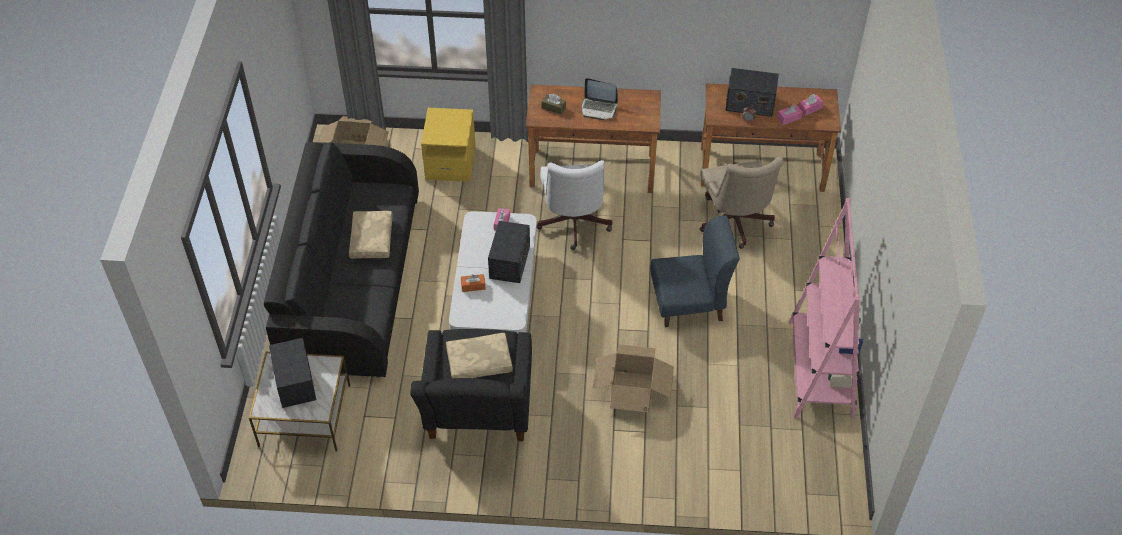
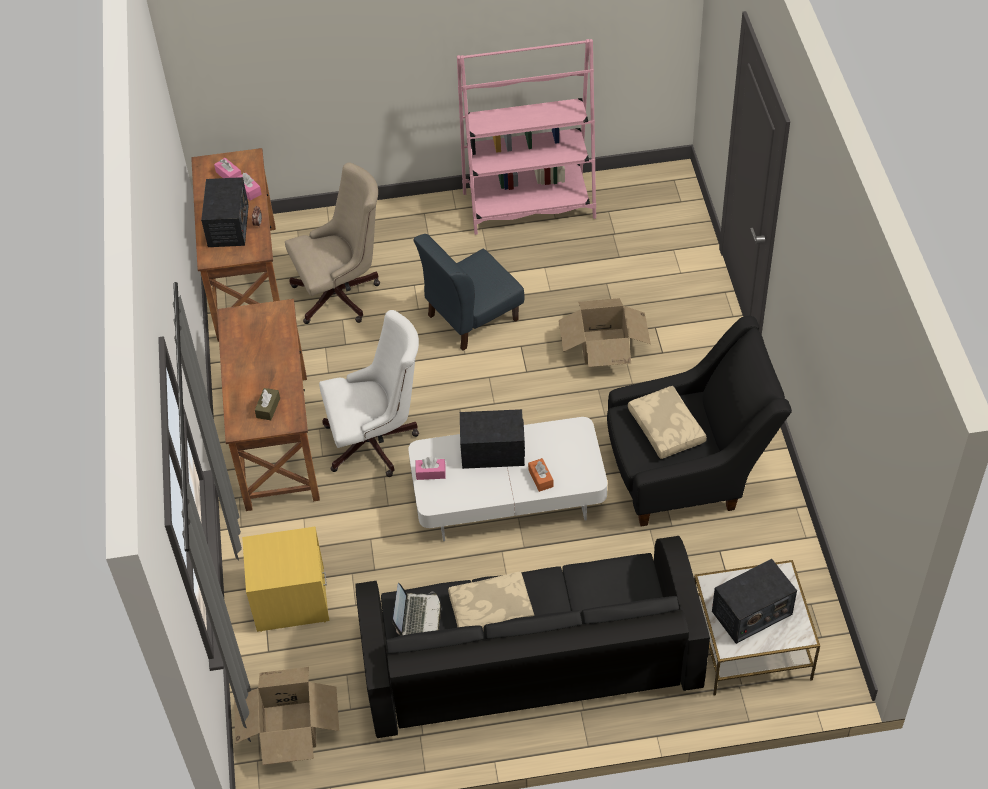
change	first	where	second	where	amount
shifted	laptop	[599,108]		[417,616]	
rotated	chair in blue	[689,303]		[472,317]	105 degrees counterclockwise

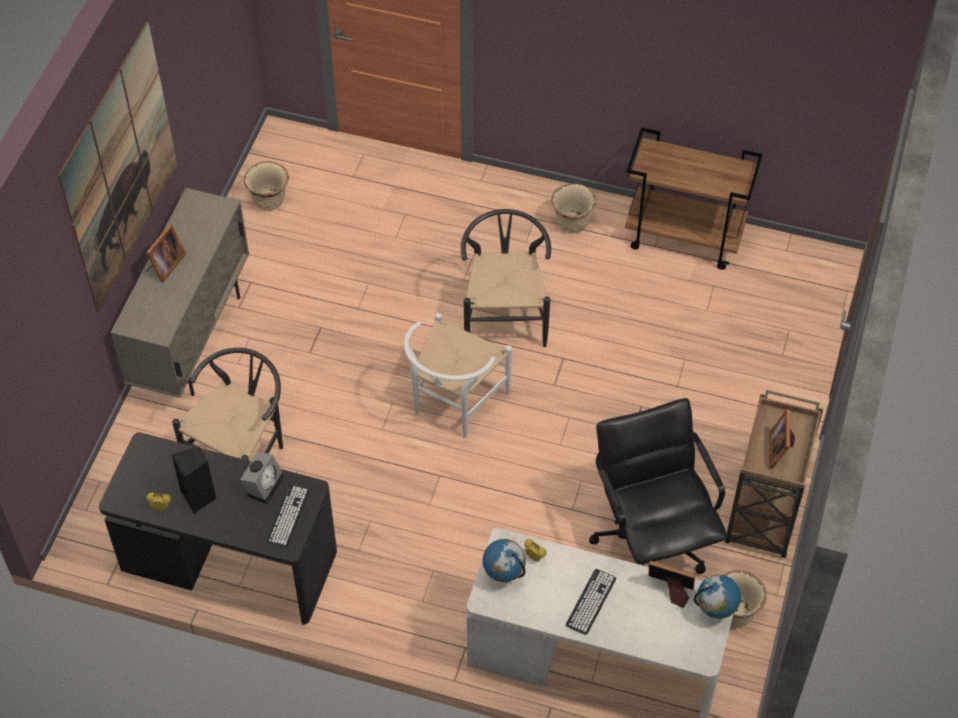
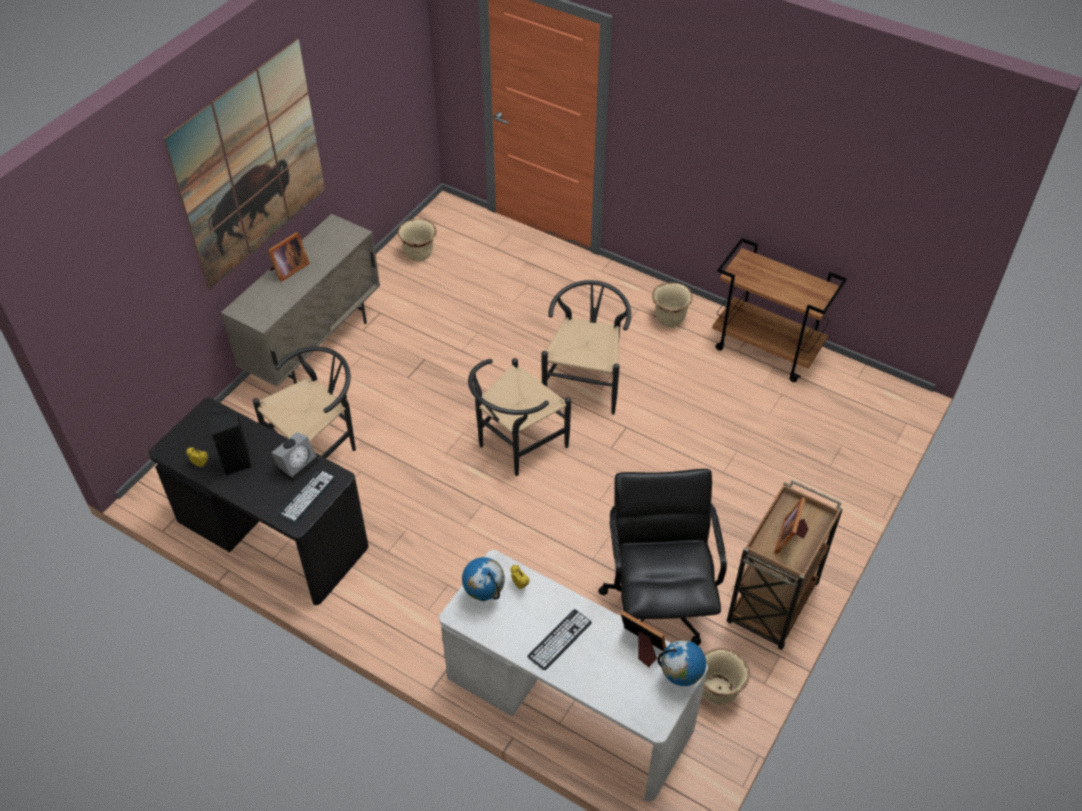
change	first	where	second	where	amount
repainted	chair in white	[453,406]	chair in black	[515,446]	

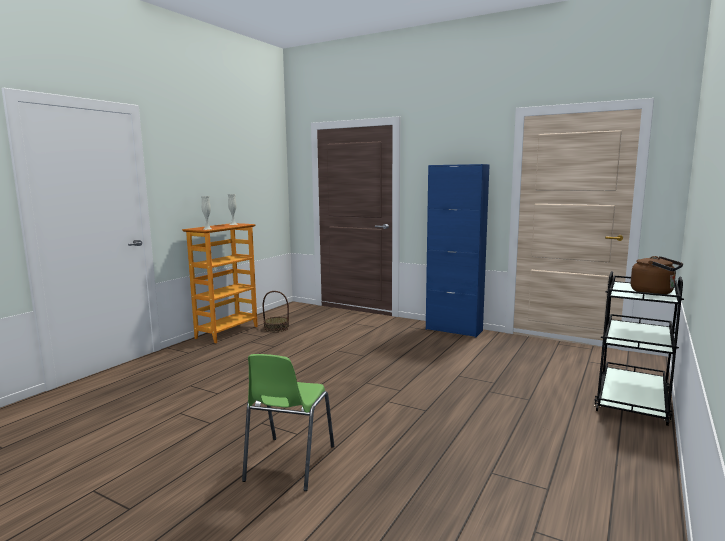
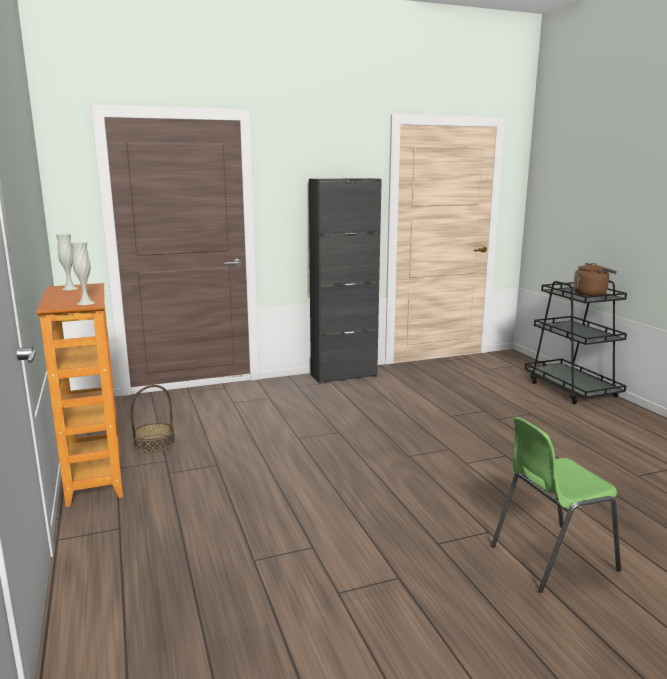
change	first	where	second	where	amount
rotated	chair in green	[288,463]		[551,557]	105 degrees clockwise
repainted	cabinet in blue	[454,330]	cabinet in black	[343,375]	

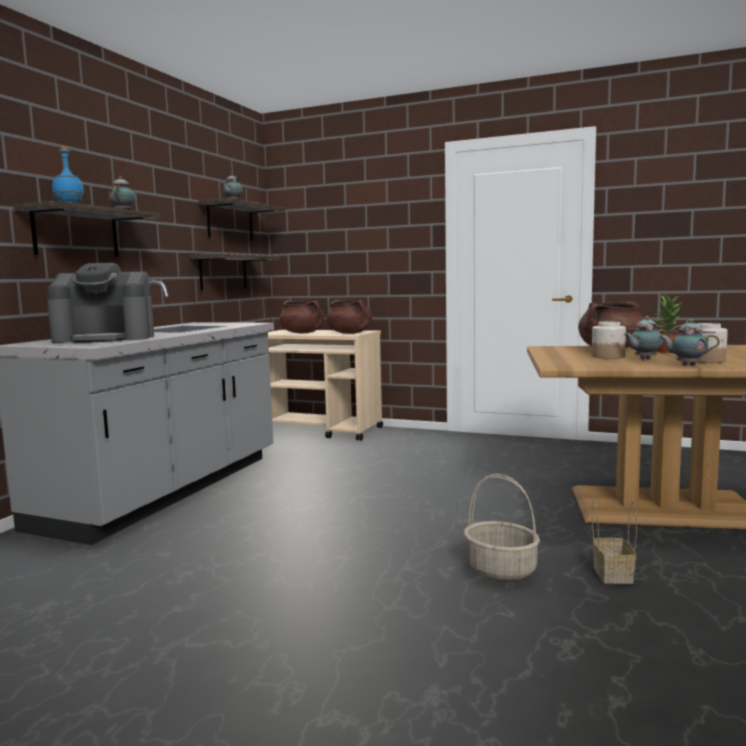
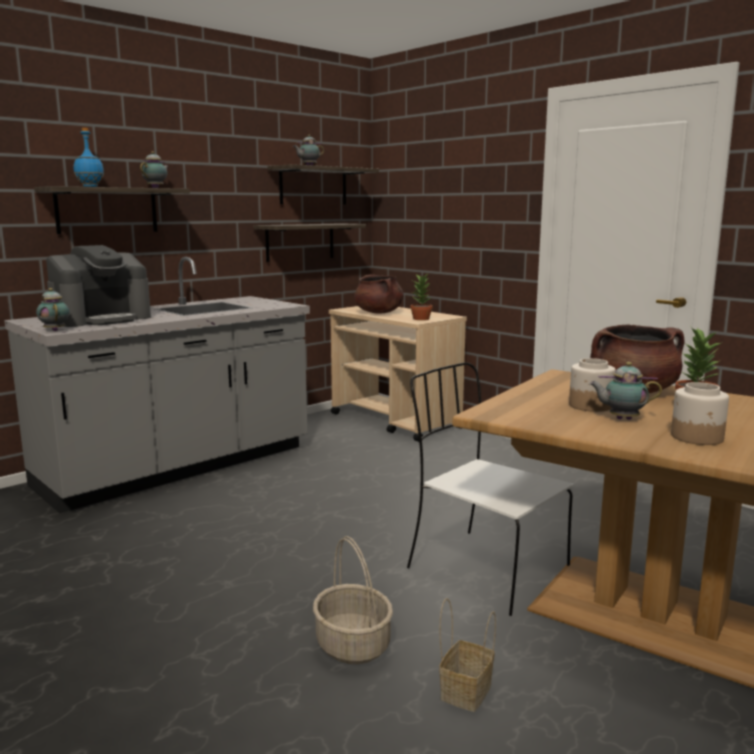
change	first	where	second	where	amount
rotated	coffee machine	[106,338]		[102,319]	60 degrees counterclockwise
swapped	cooking pot in brown	[350,333]	potted plant	[421,319]	
shifted	teapot	[686,365]		[55,330]	
new			chair in white	[484,569]	

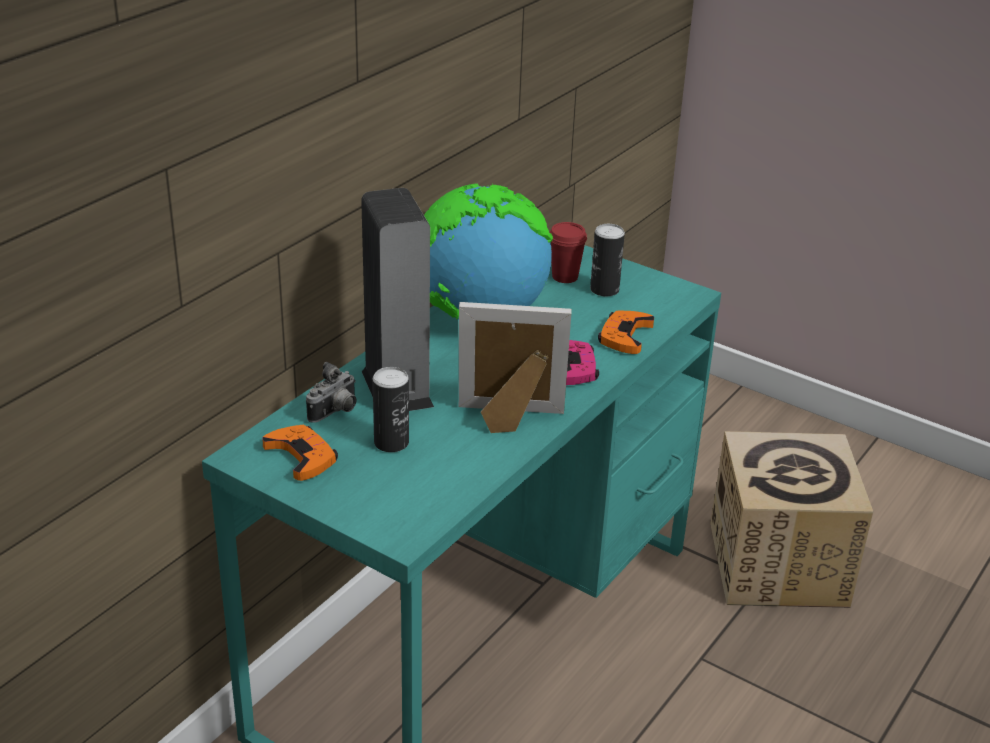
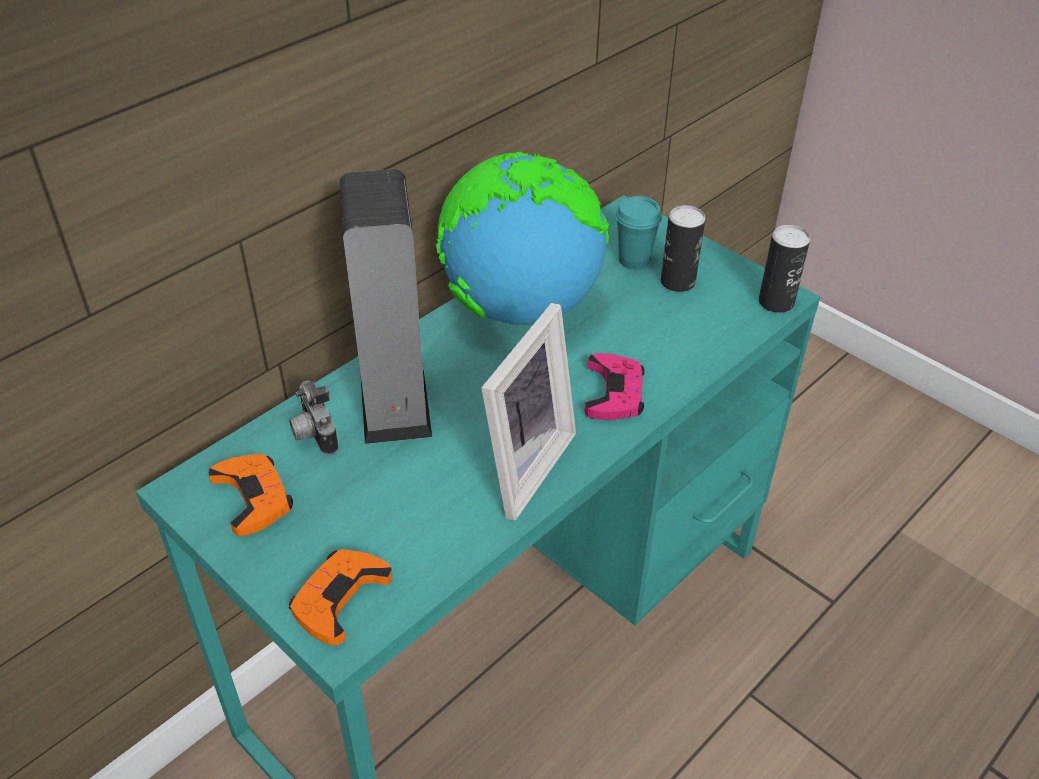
change	first	where	second	where	amount
rotated	photo camera	[336,412]		[313,434]	105 degrees clockwise
shifted	can	[391,442]		[776,302]	
rotated	picture frame	[510,420]		[519,465]	105 degrees clockwise
repainted	cup in red	[565,277]	cup in turquoise	[634,260]	
shifted	game controller in orange	[624,336]		[339,598]	
gone	cardboard box	[777,564]			

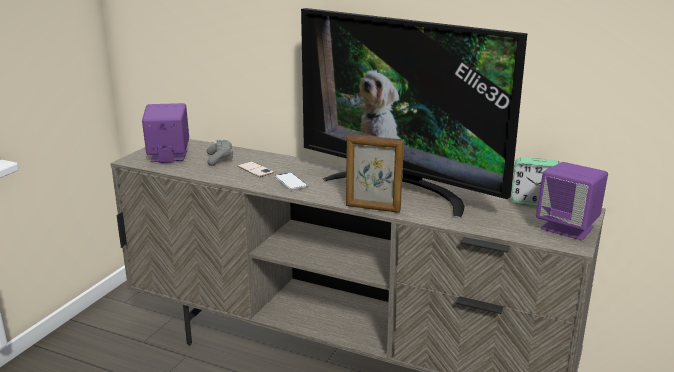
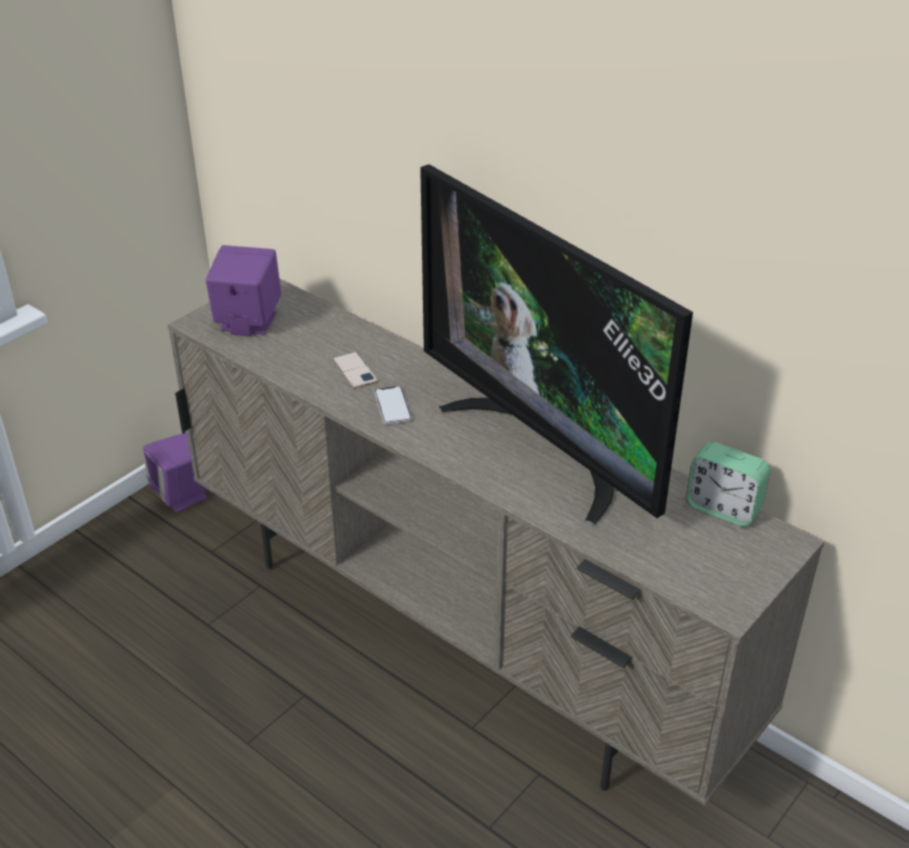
change	first	where	second	where	amount
gone	game controller in grey	[220,159]			
gone	picture frame	[373,208]			
shifted	speaker in purple	[568,228]		[183,495]	

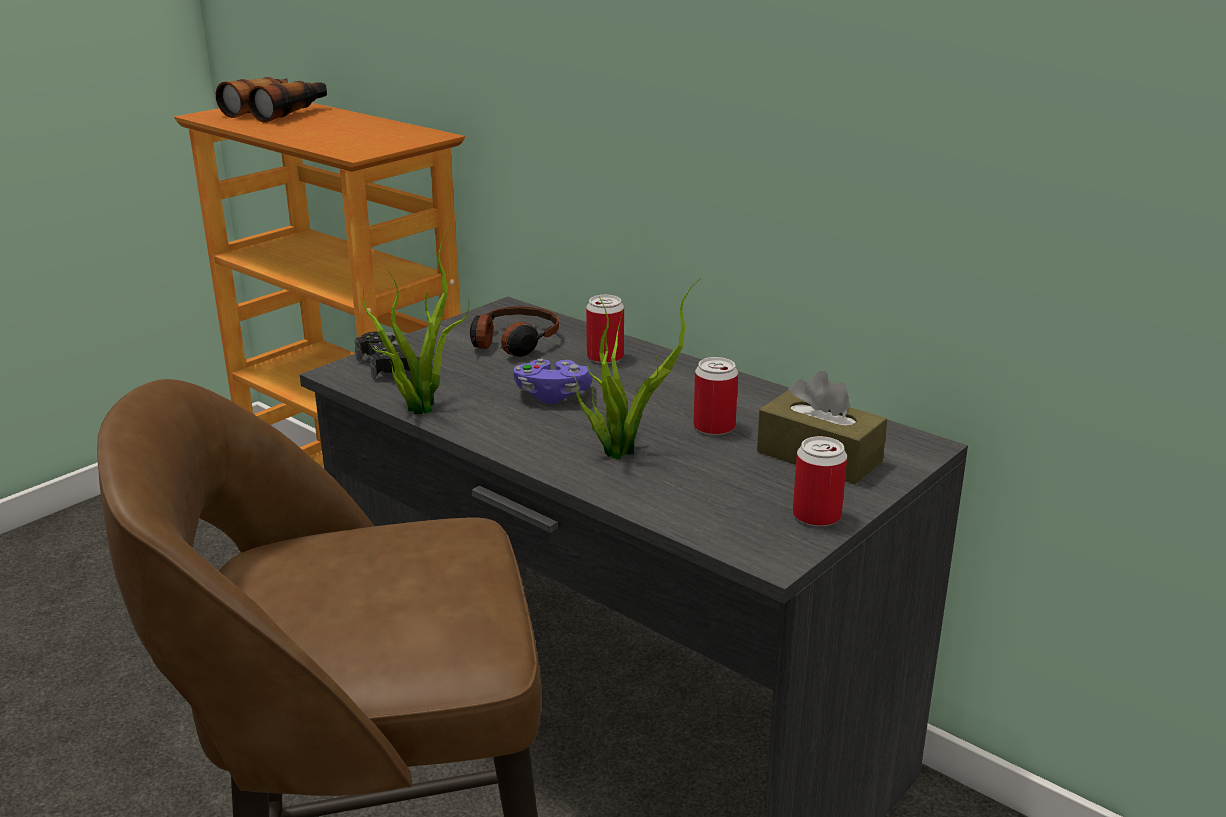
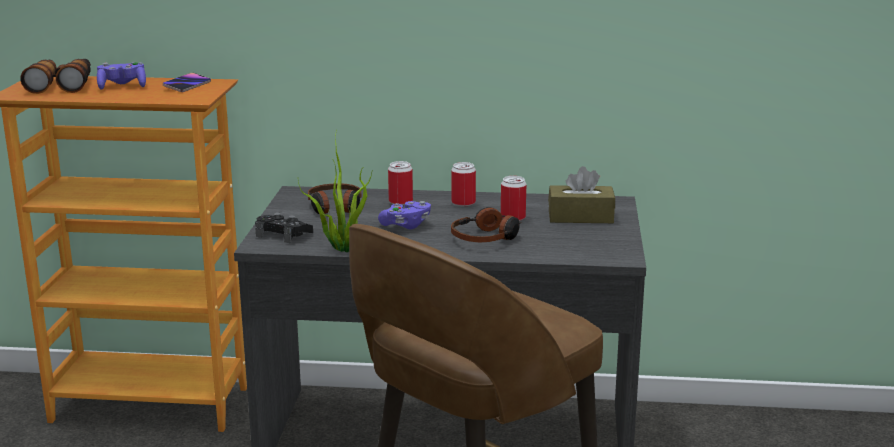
change	first	where	second	where	amount
swapped	potted plant	[623,449]	headphones	[486,238]	
shifted	can	[816,516]		[463,203]	
new			game controller in purple	[122,86]	
new			phone	[187,85]	

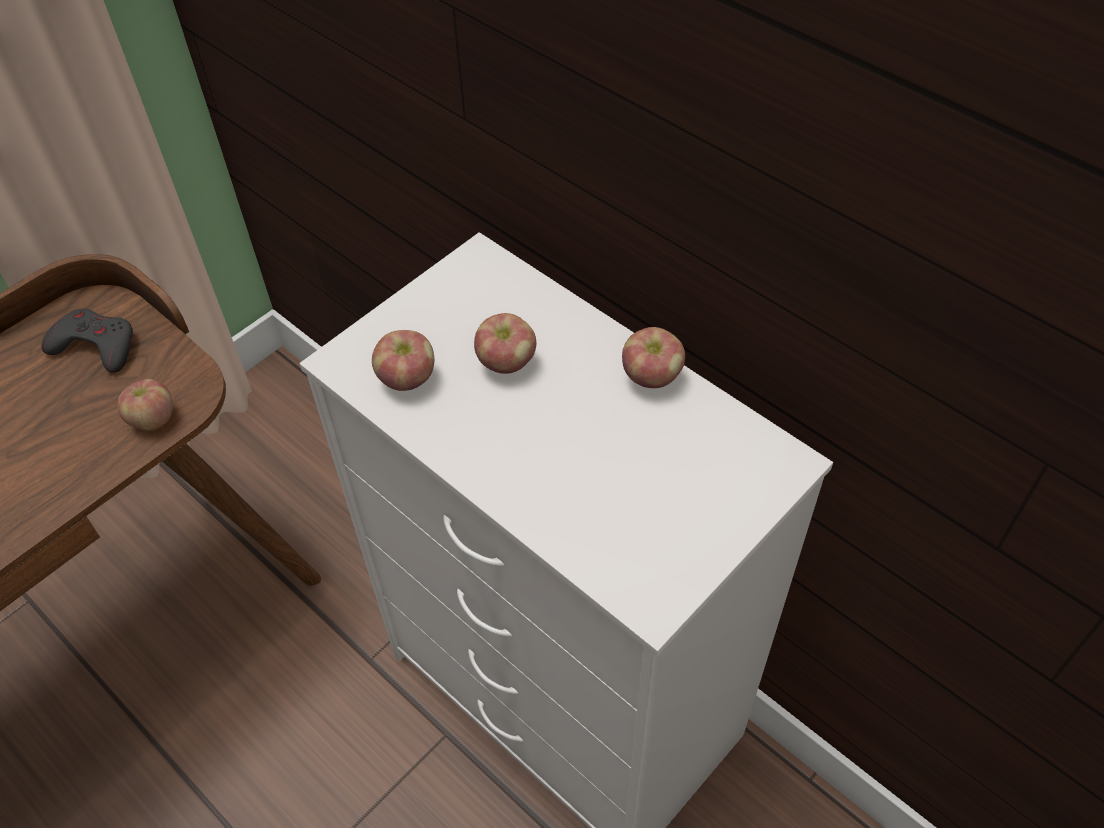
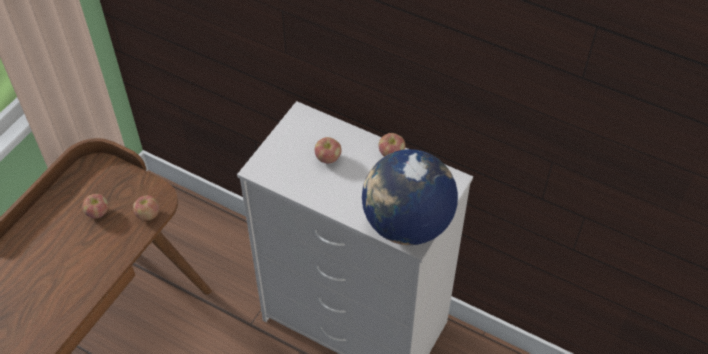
change	first	where	second	where	amount
gone	game controller in grey	[95,345]			
shifted	apple	[407,379]		[98,213]	
new			globe	[406,224]	

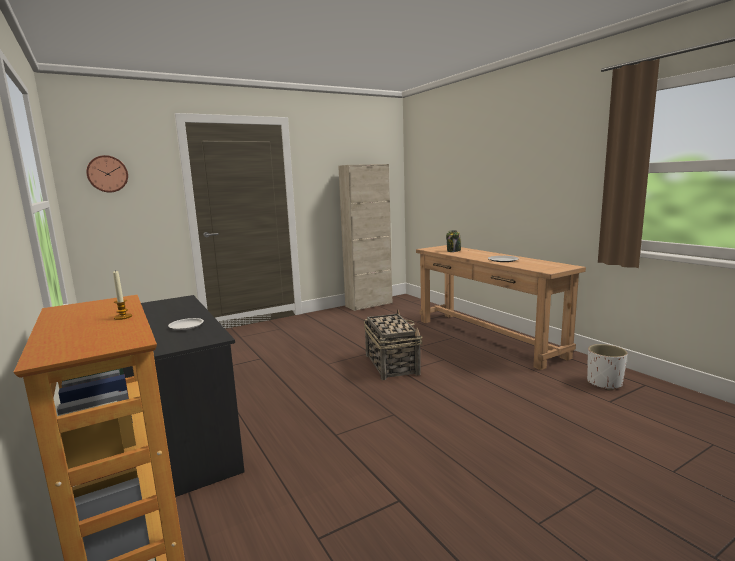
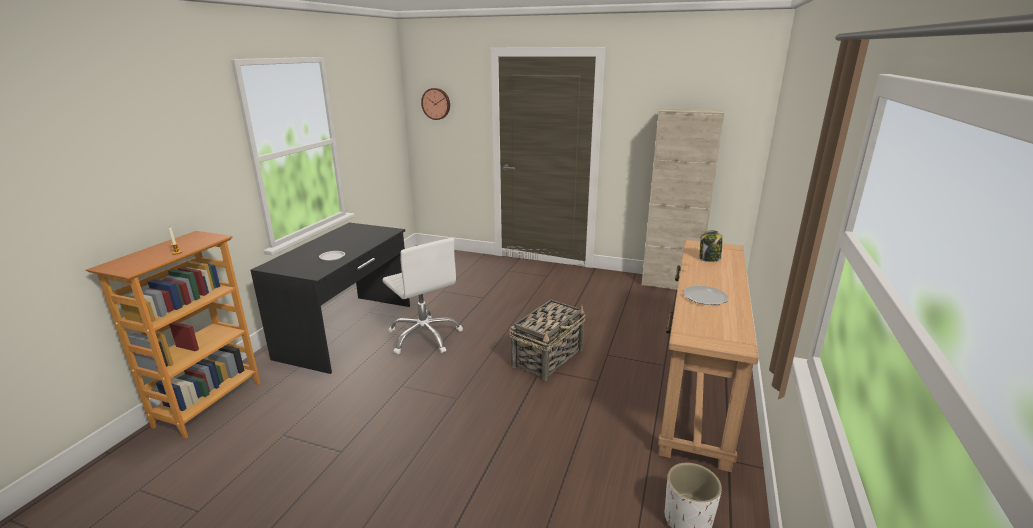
change	first	where	second	where	amount
new			office chair in white	[424,336]	

